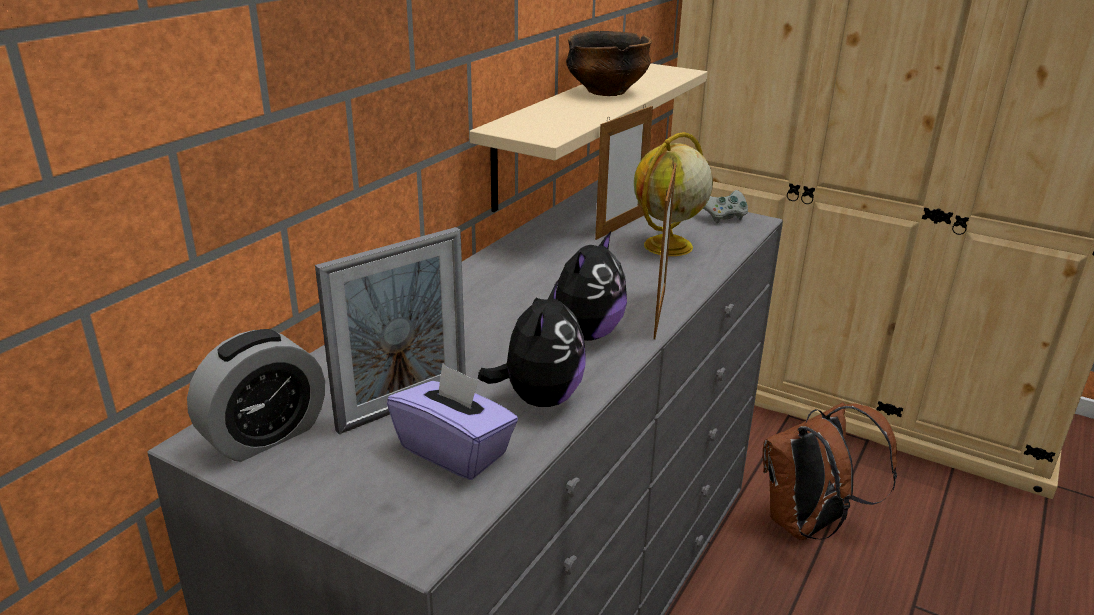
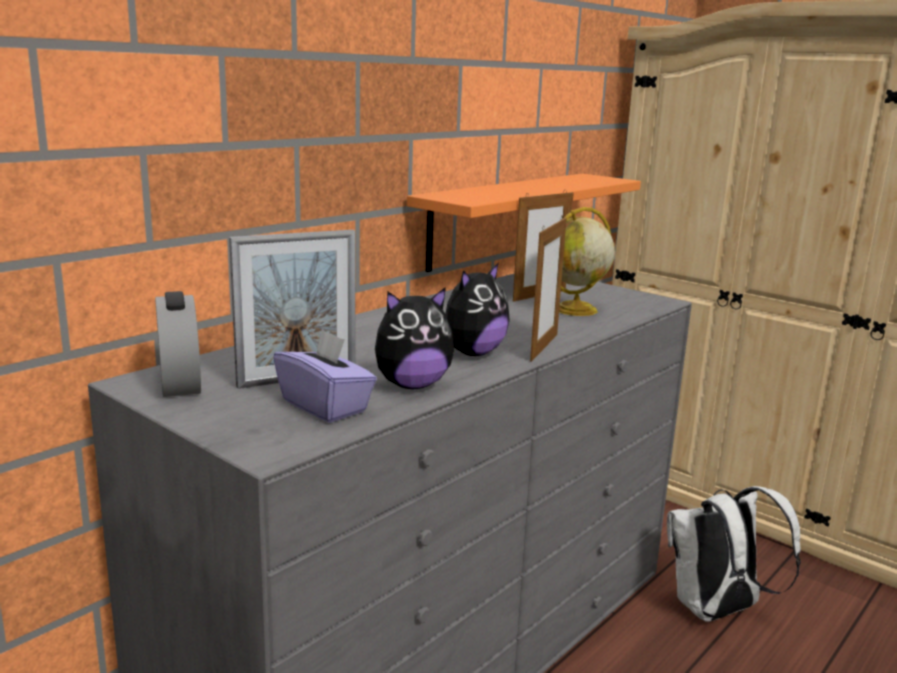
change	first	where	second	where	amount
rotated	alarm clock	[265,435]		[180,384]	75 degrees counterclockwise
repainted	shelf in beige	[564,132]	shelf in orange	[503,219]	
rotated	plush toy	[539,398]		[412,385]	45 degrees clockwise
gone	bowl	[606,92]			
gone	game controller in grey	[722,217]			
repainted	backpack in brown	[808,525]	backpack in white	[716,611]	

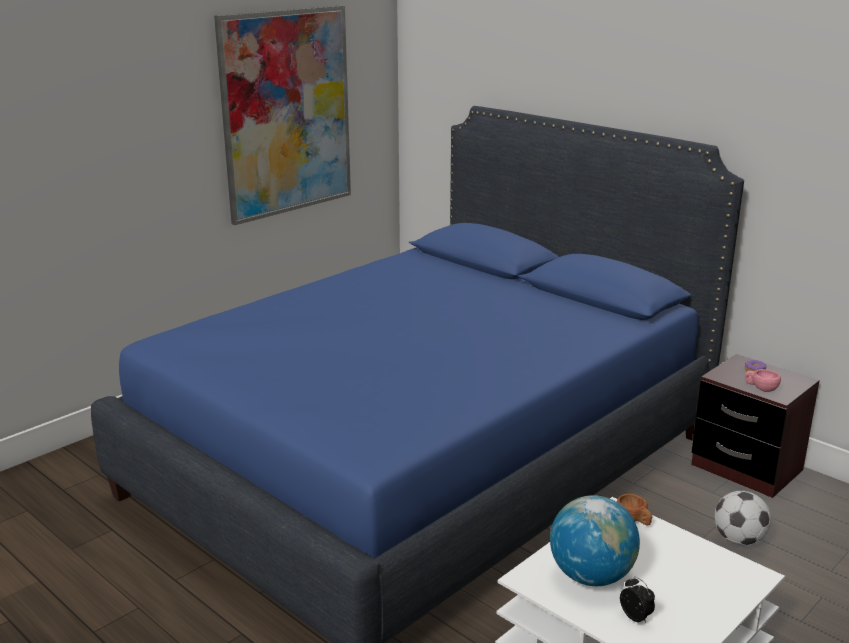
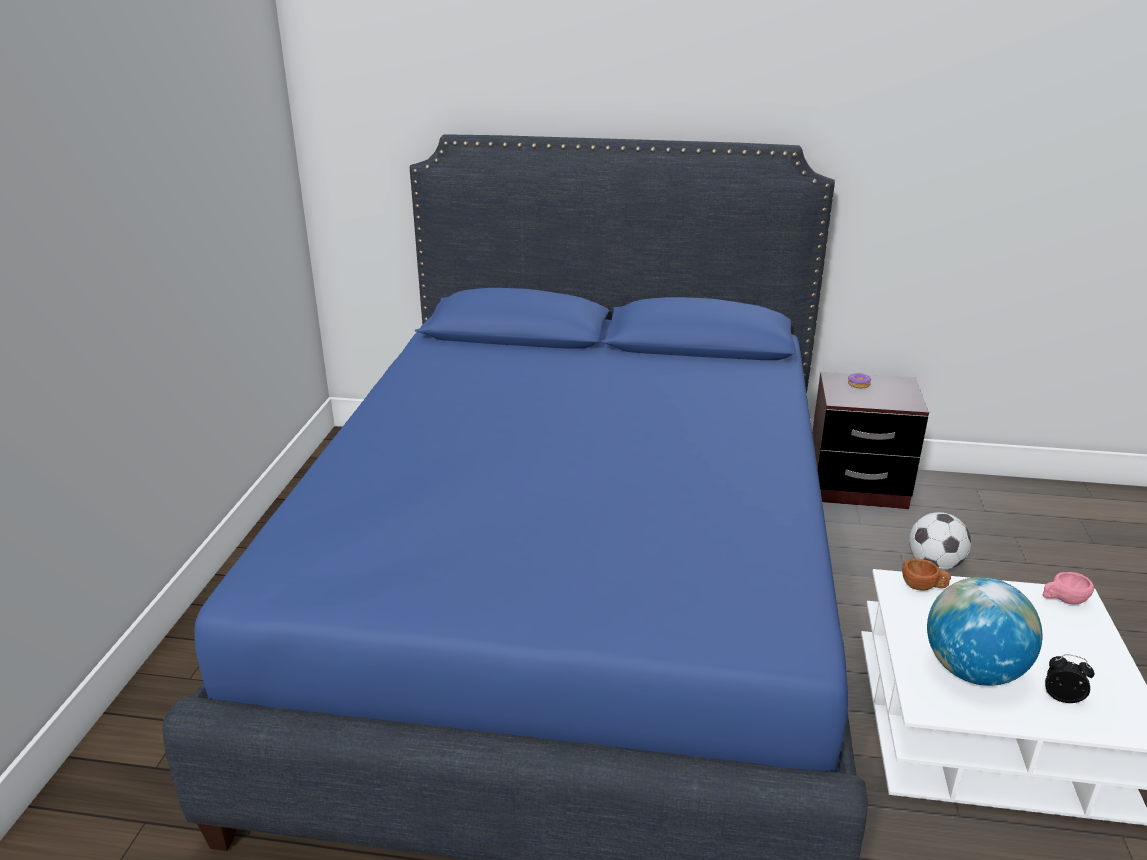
change	first	where	second	where	amount
gone	picture	[287,113]			
shifted	cup in pink	[761,388]		[1063,600]	

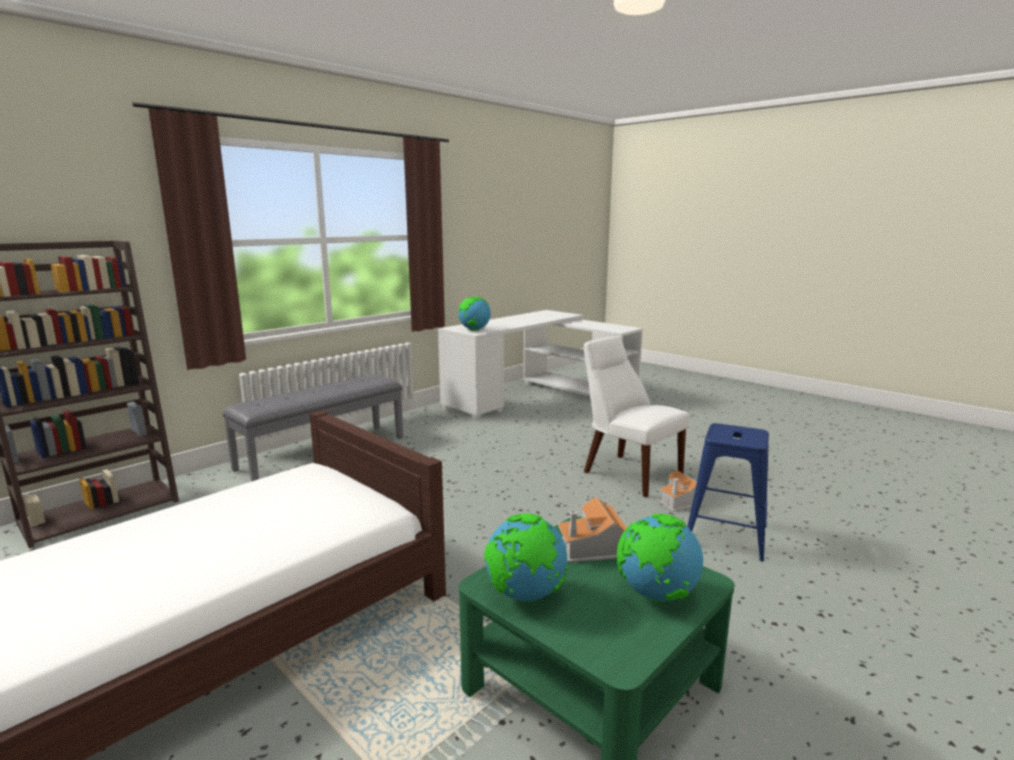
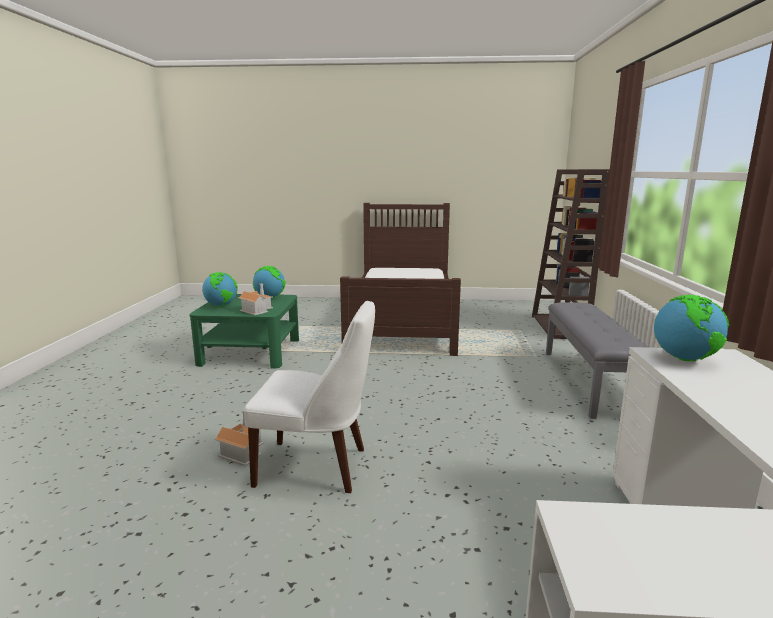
change	first	where	second	where	amount
gone	stool in blue	[725,535]			

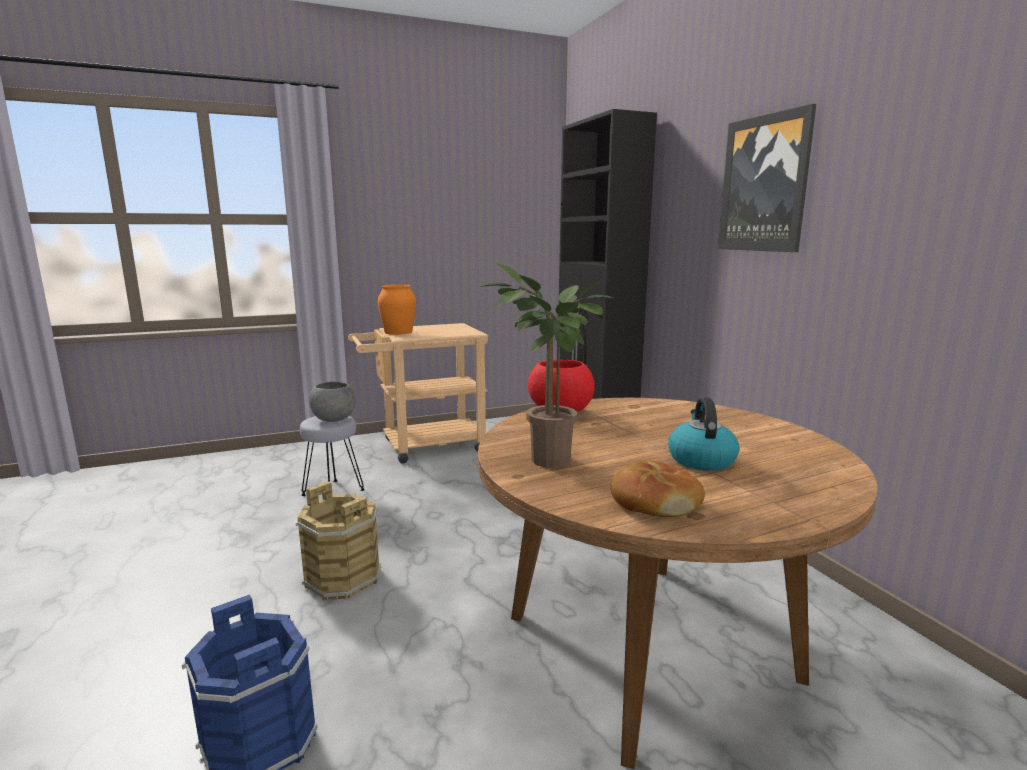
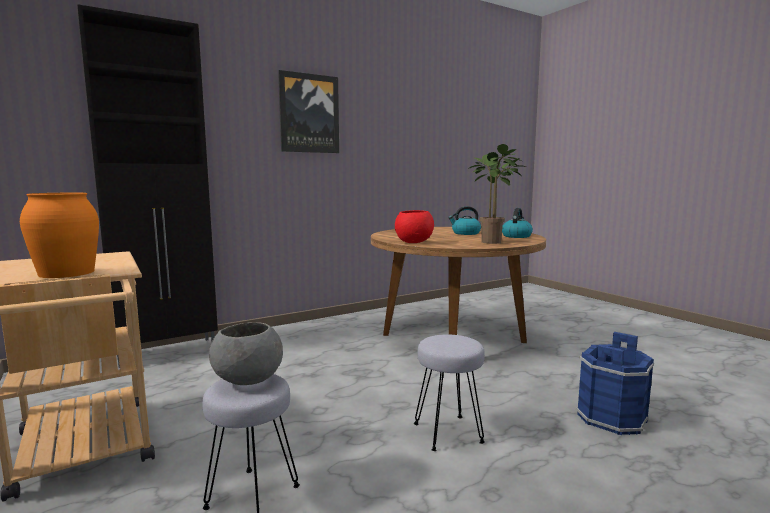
change	first	where	second	where	amount
swapped	bucket in brown	[342,578]	stool in grey	[449,433]	
swapped	bread	[653,502]	kettle	[516,236]	

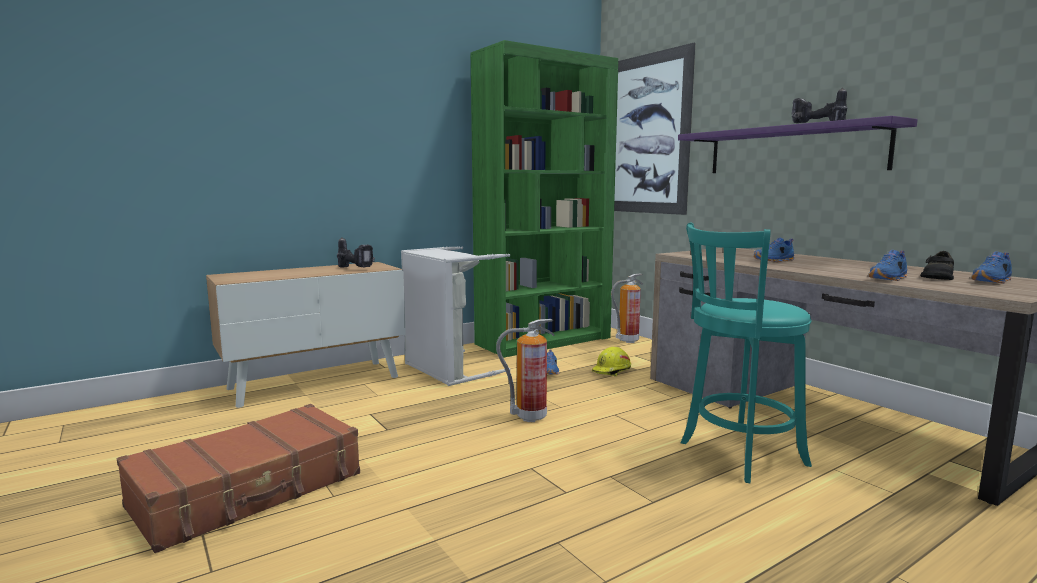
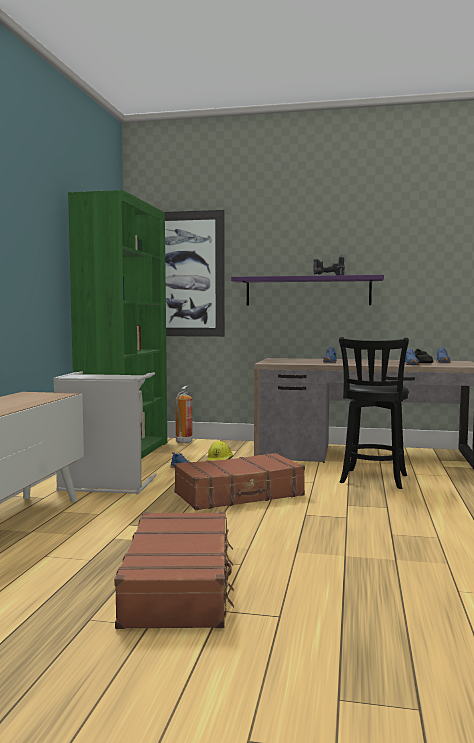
change	first	where	second	where	amount
gone	power drill	[356,268]			
swapped	fire extinguisher	[529,417]	suitcase in brown	[239,495]	
repainted	stool in turquoise	[737,455]	stool in black	[373,480]	

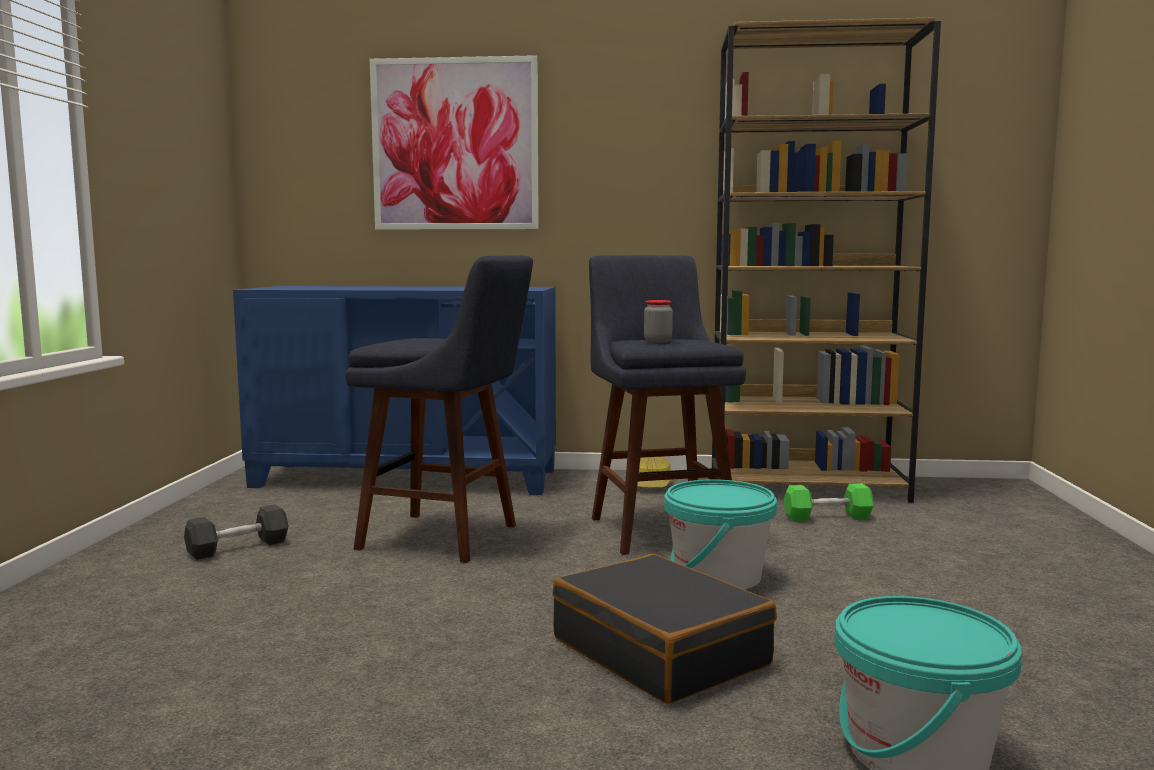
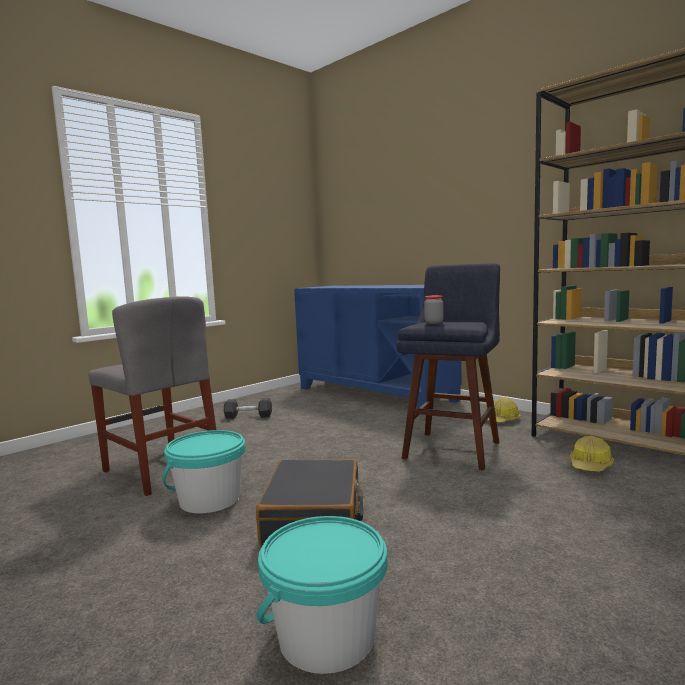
change	first	where	second	where	amount
gone	stool in blue	[448,538]			
gone	picture	[455,144]			
shifted	bucket in turquoise	[717,576]		[209,499]	
swapped	dumbbell in green	[827,517]	hard hat	[590,466]	
new			chair in grey	[161,469]	

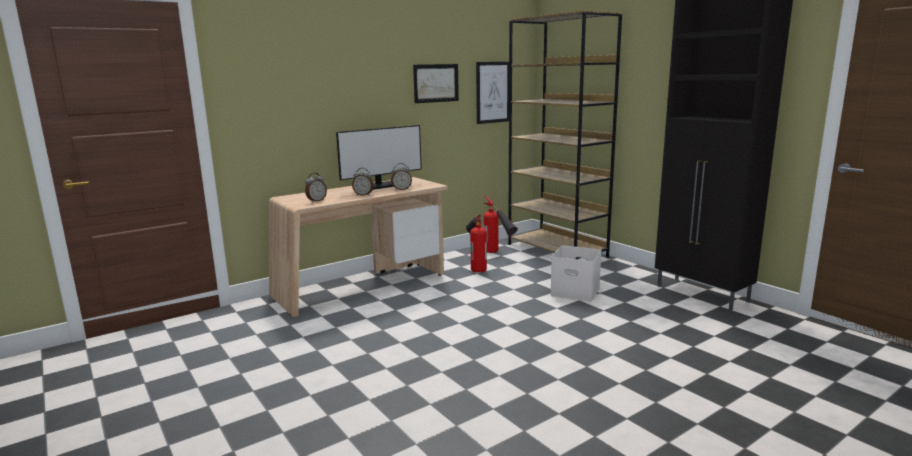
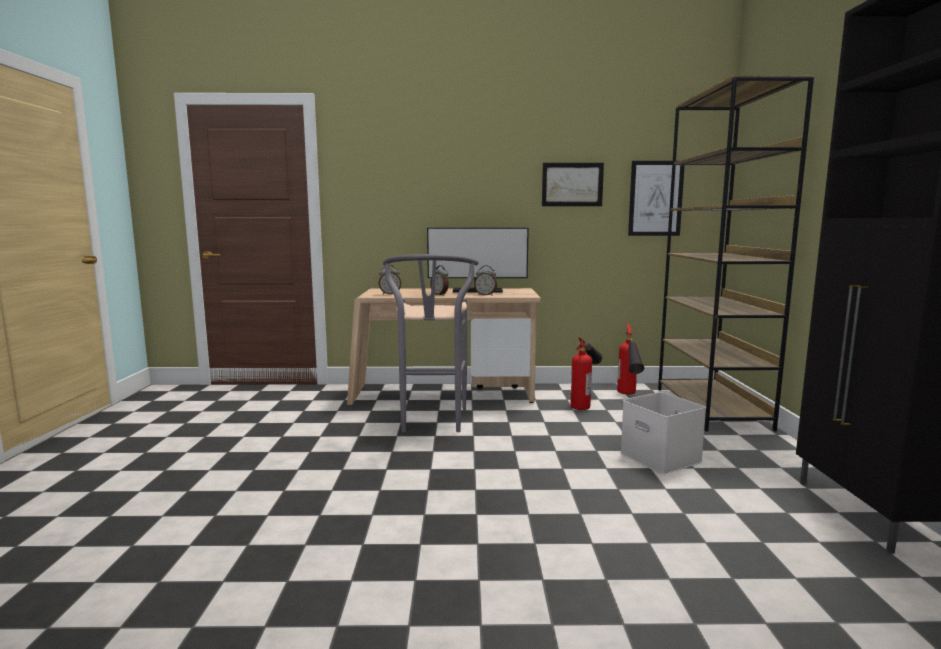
change	first	where	second	where	amount
new			stool in grey	[432,423]	

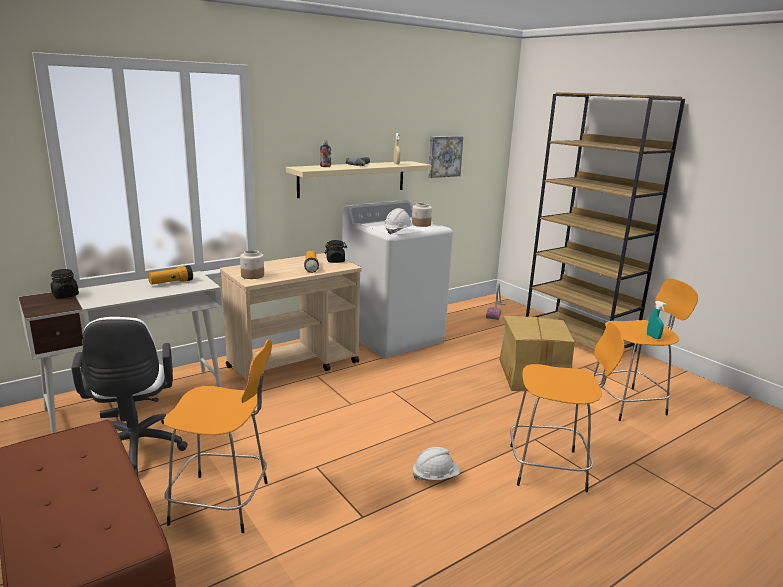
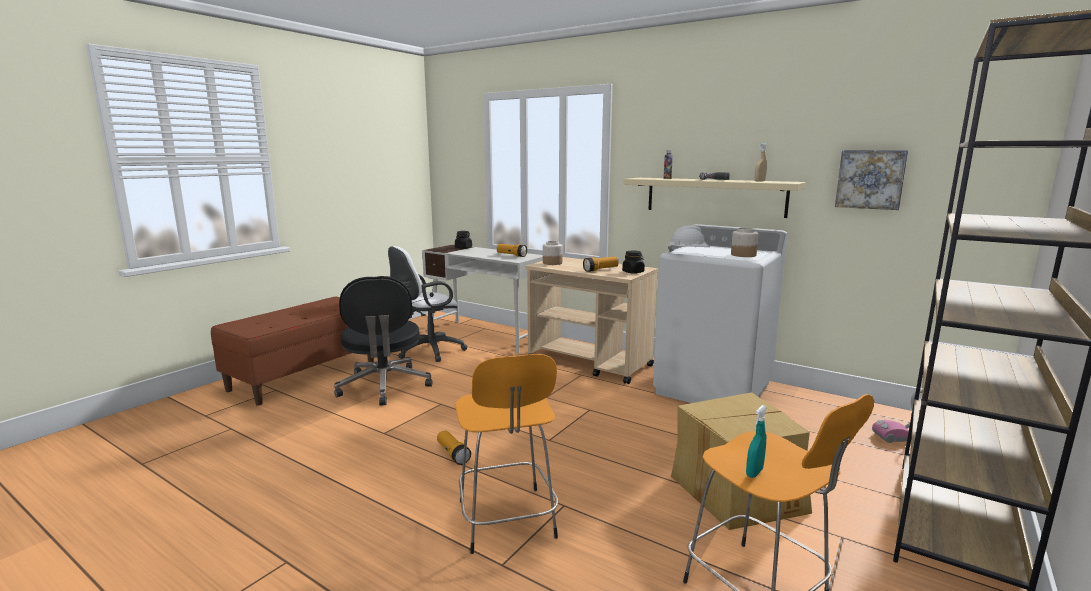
change	first	where	second	where	amount
swapped	stool in orange	[223,503]	office chair in black	[384,386]	
swapped	hard hat in white	[435,476]	flashlight	[453,454]	

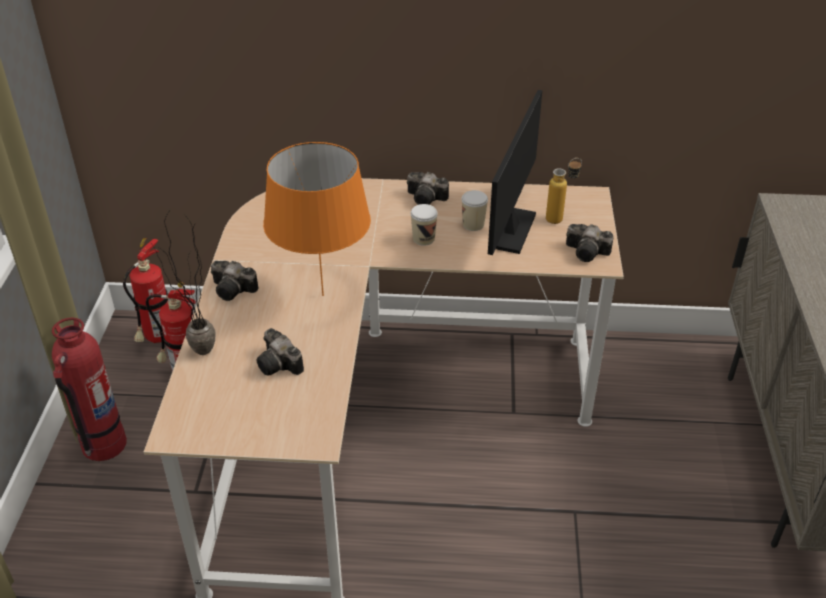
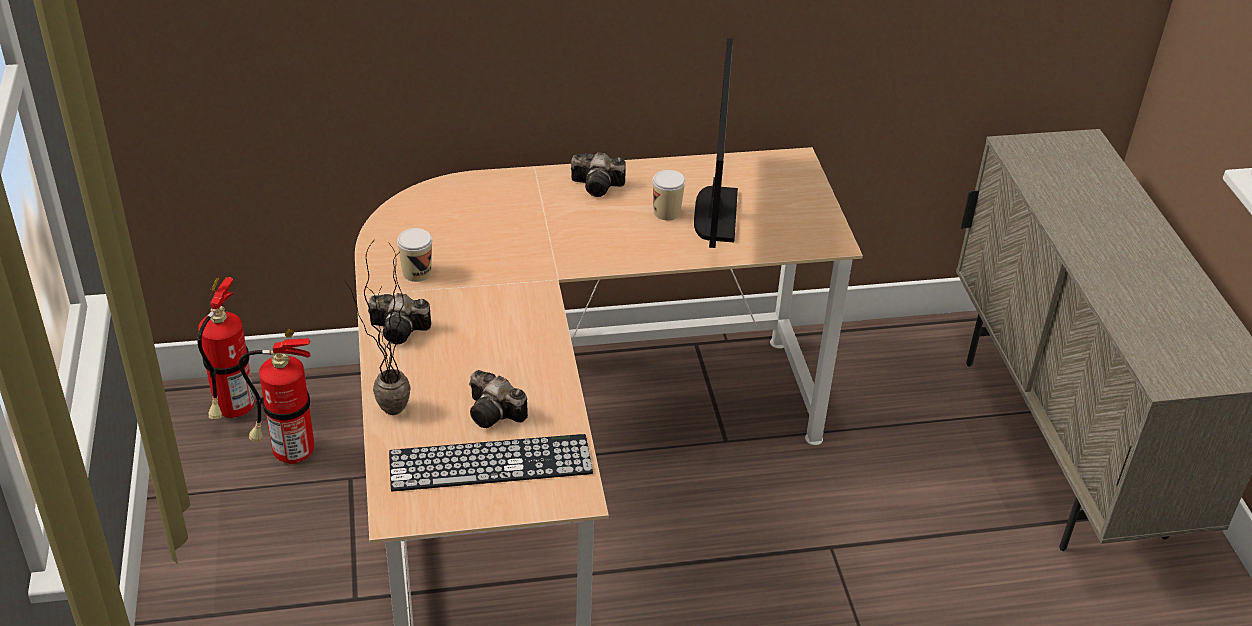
change	first	where	second	where	amount
gone	fire extinguisher	[103,445]			
gone	table lamp in orange	[323,295]			
shifted	cup	[423,239]		[417,273]	
gone	bottle	[560,218]			
gone	photo camera	[588,252]			
new			keyboard	[490,463]	

